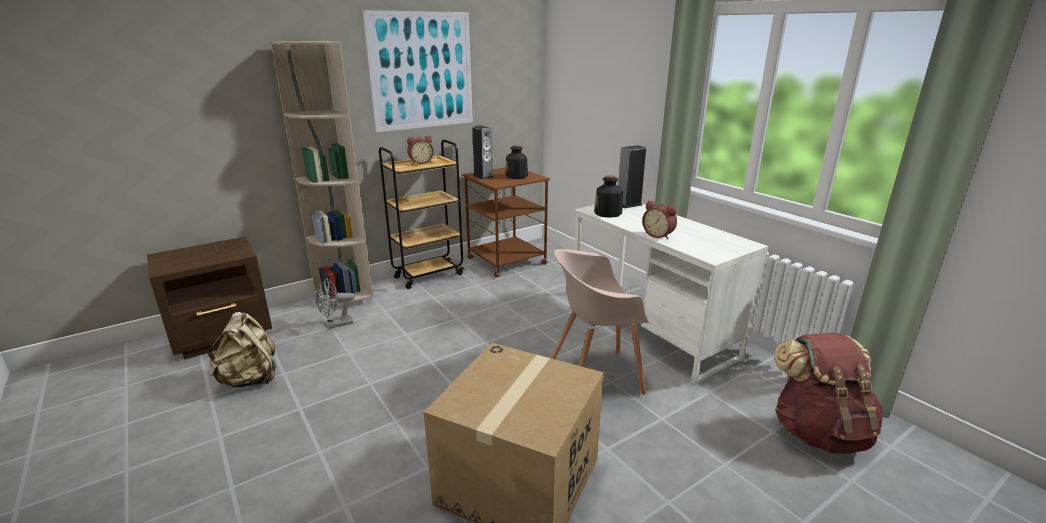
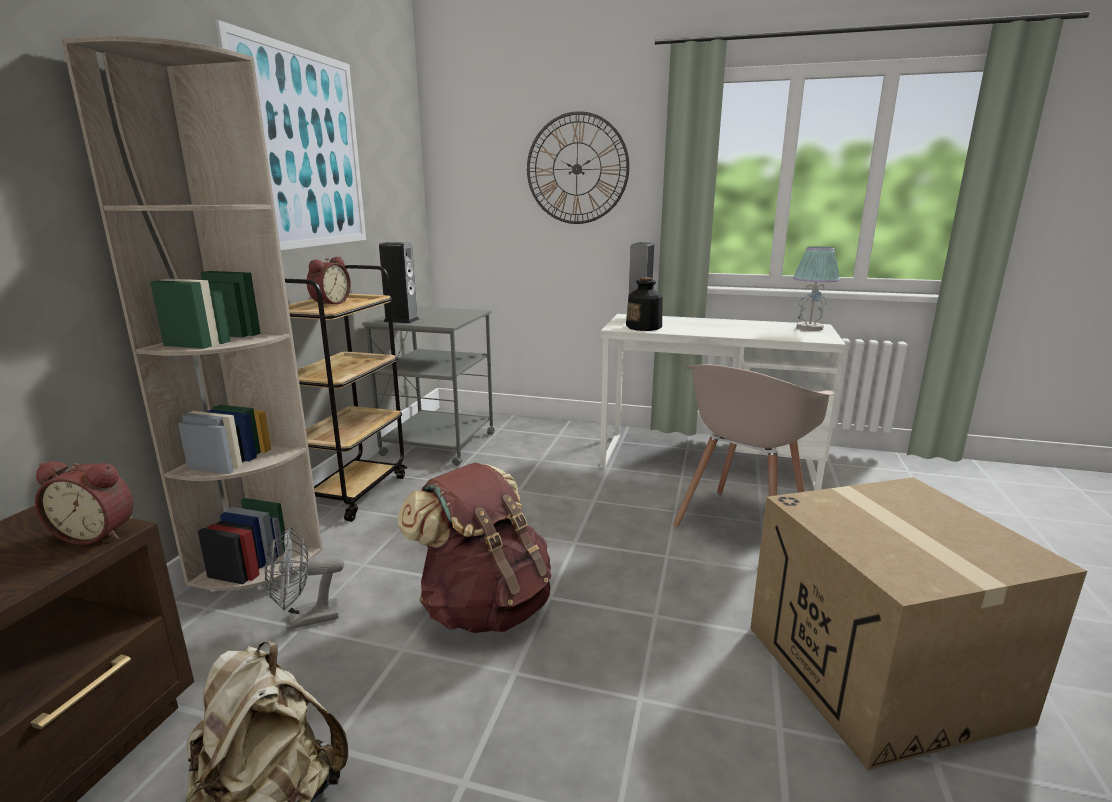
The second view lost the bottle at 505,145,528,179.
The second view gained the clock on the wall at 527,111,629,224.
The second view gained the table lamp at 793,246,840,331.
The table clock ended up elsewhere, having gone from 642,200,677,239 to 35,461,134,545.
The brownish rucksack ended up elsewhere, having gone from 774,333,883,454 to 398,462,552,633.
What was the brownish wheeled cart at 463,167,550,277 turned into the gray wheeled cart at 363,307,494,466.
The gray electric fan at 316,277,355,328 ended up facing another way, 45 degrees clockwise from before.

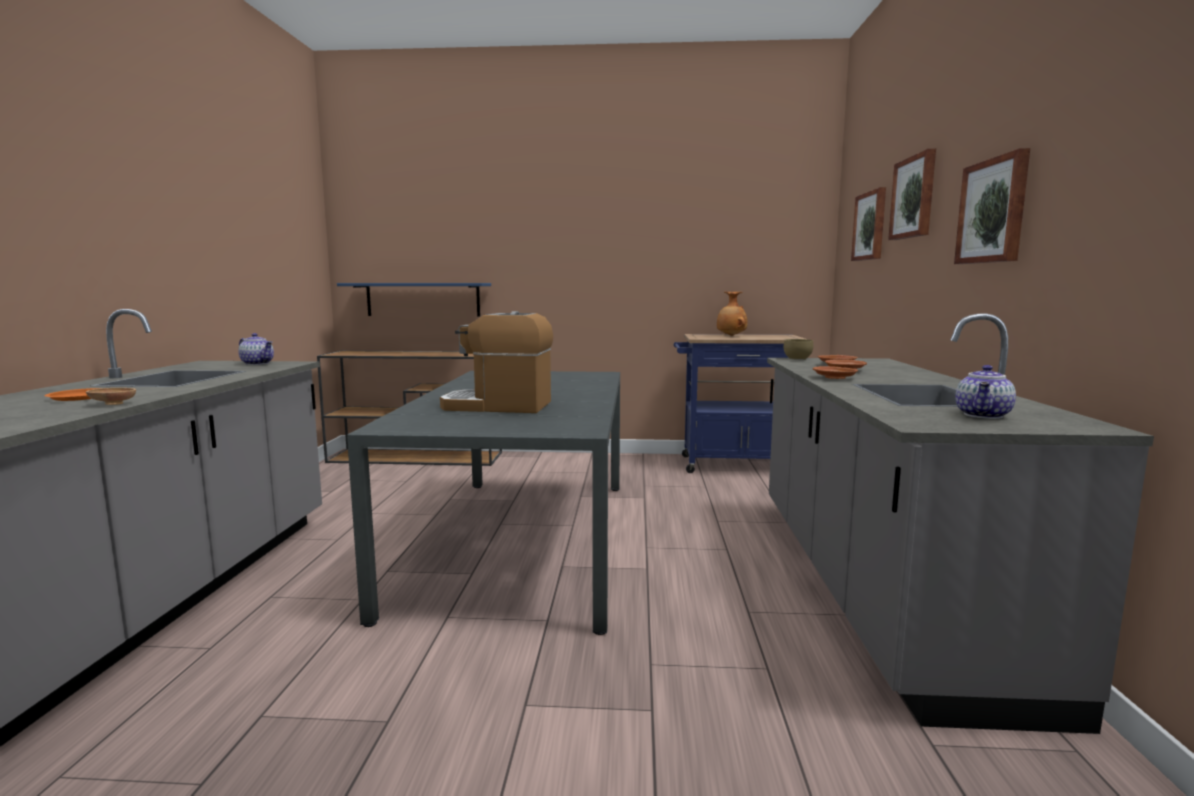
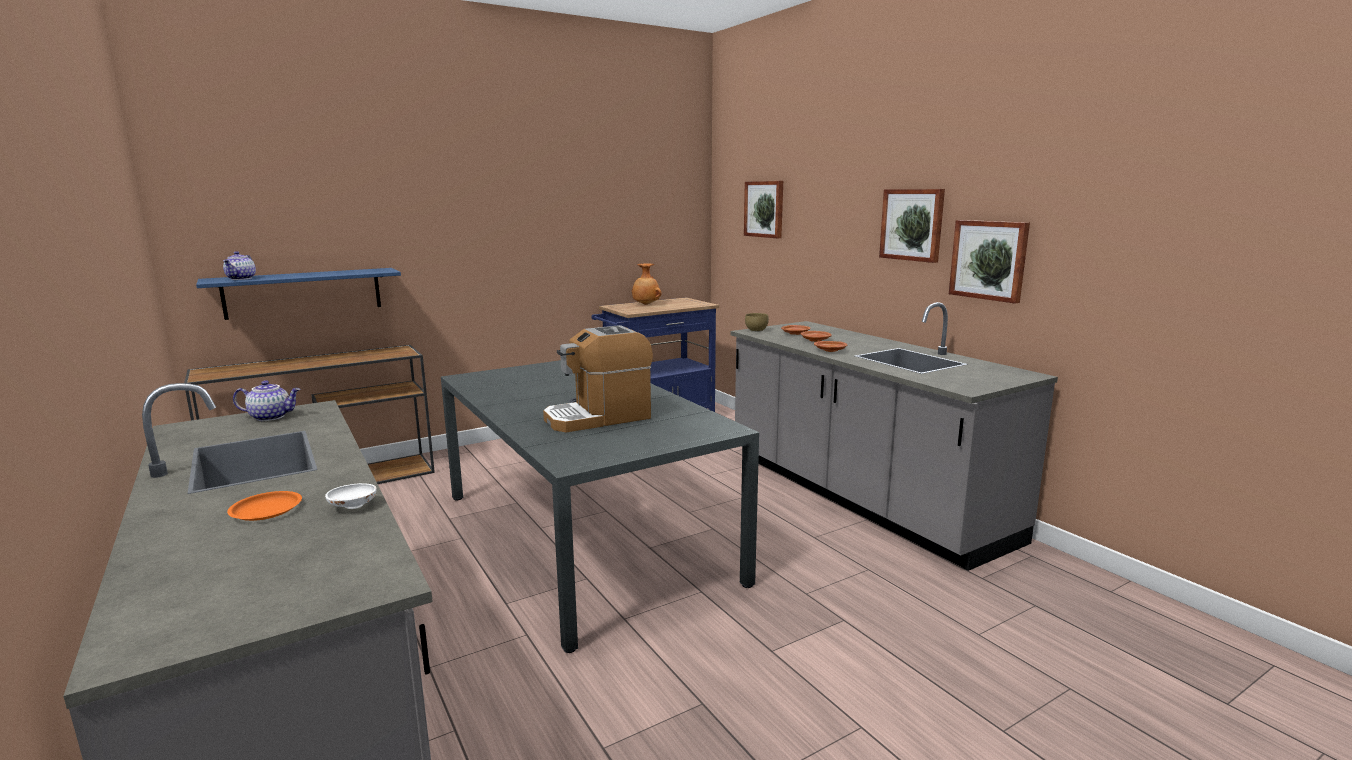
The wall picture ended up elsewhere, having gone from 888,149,936,240 to 949,220,1030,304.
The pot for tea ended up elsewhere, having gone from 955,365,1016,419 to 223,251,256,280.
What was the brownish bowl at 86,388,136,405 turned into the white-coloured bowl at 325,483,376,509.

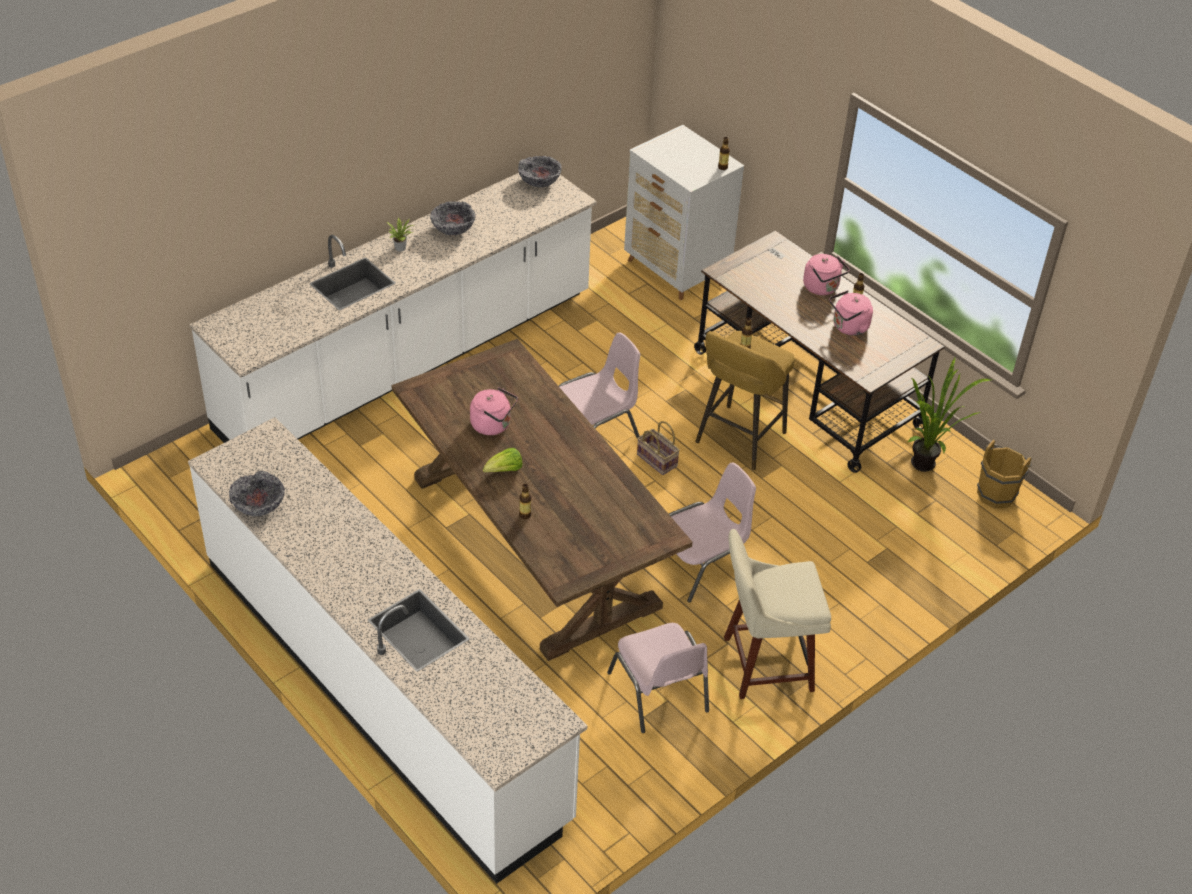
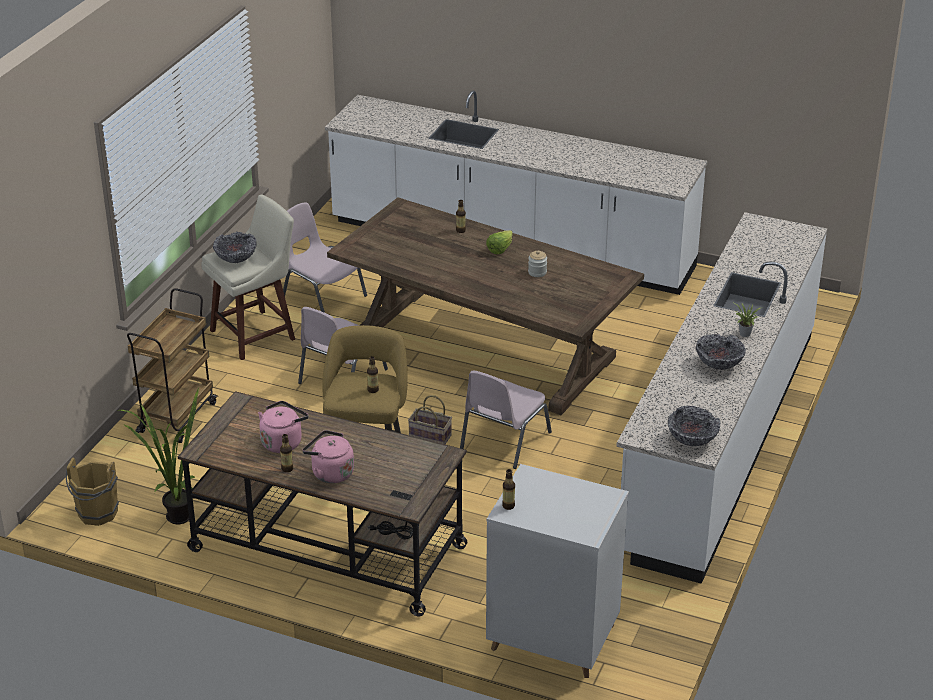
The second view gained the brownish wheeled cart at 127,288,218,443.
The bowl ended up elsewhere, having gone from 229,471,285,516 to 213,232,257,263.
Where the pink tea kettle stood at 470,387,518,435, the storage jar came to stand at 528,251,547,277.

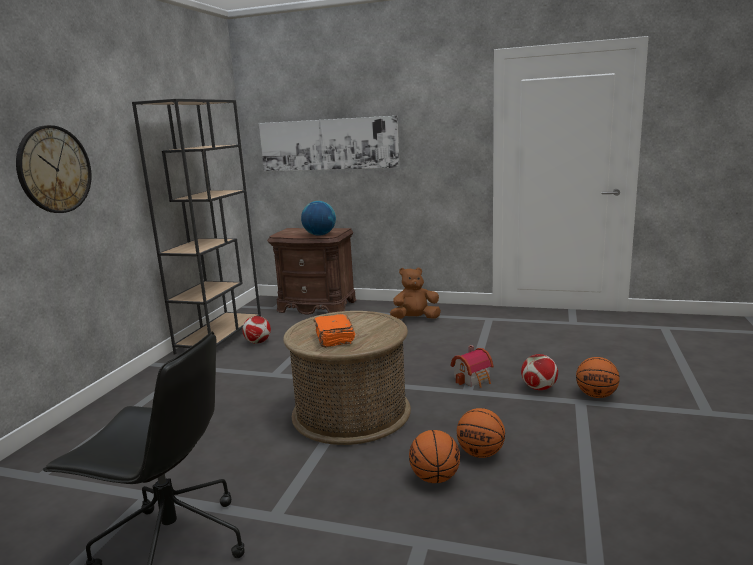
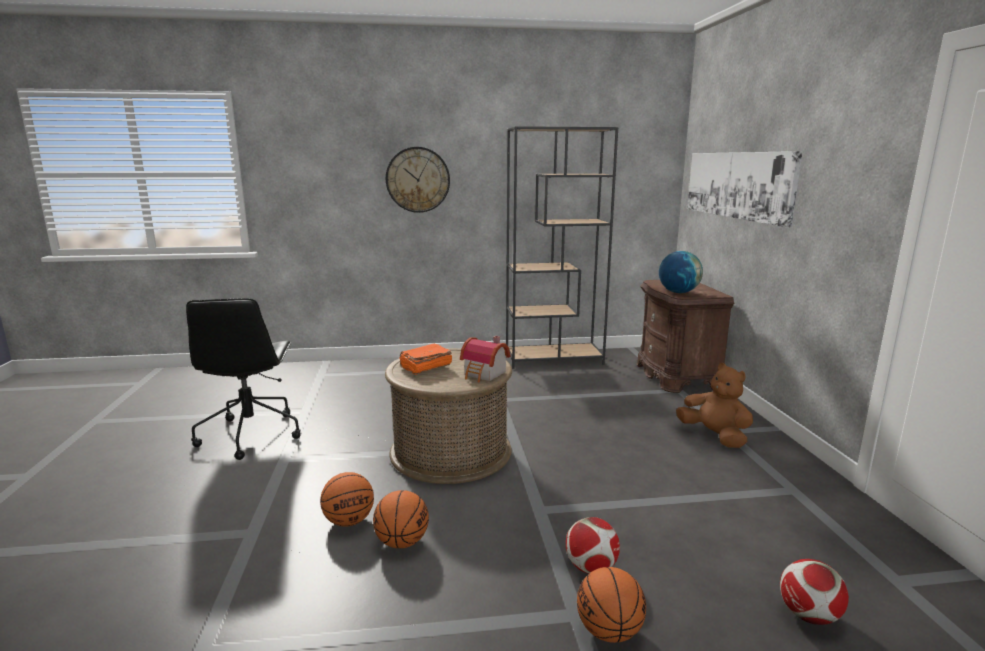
The ball for football ended up elsewhere, having gone from 242,316,271,344 to 780,559,849,625.
The model house ended up elsewhere, having gone from 451,345,494,388 to 460,336,510,383.

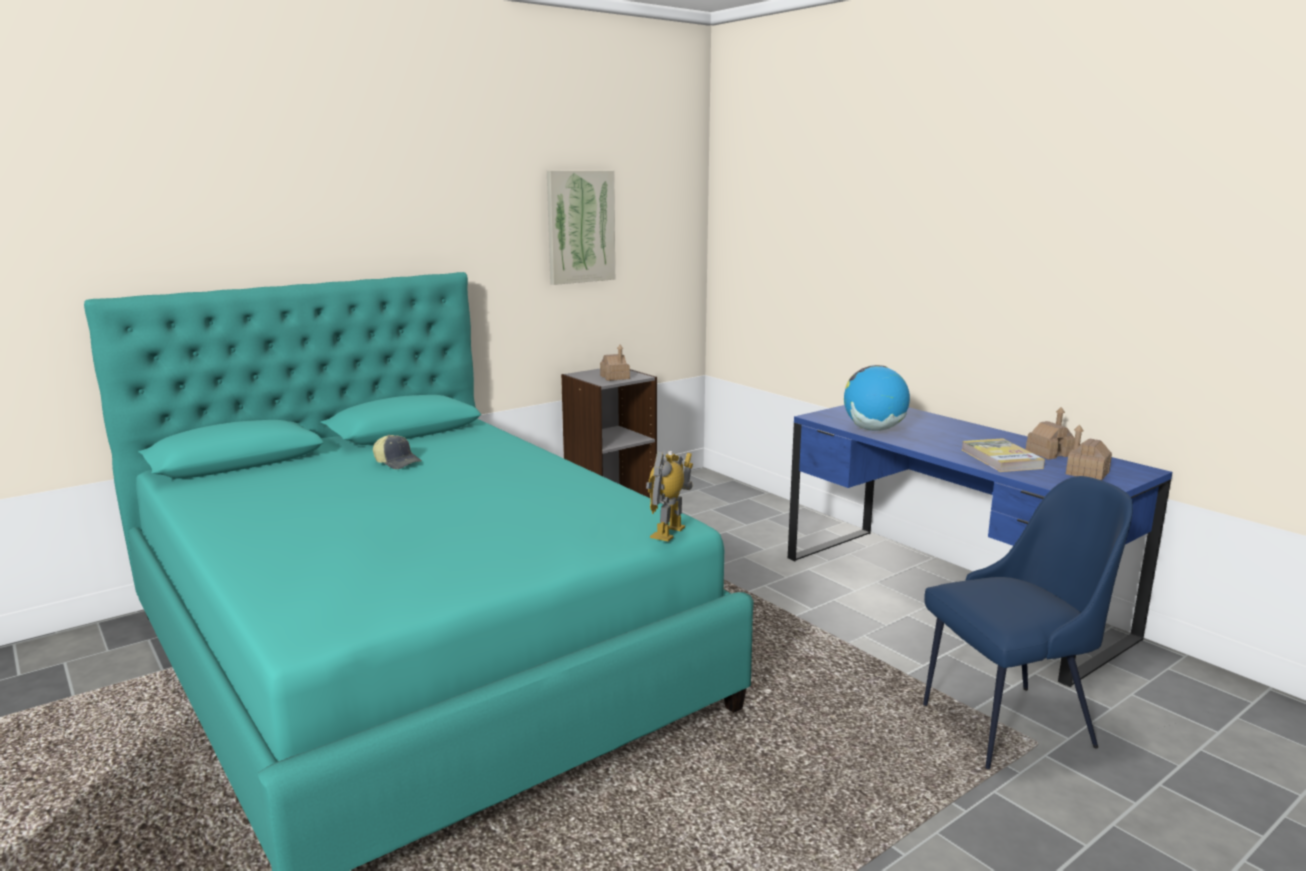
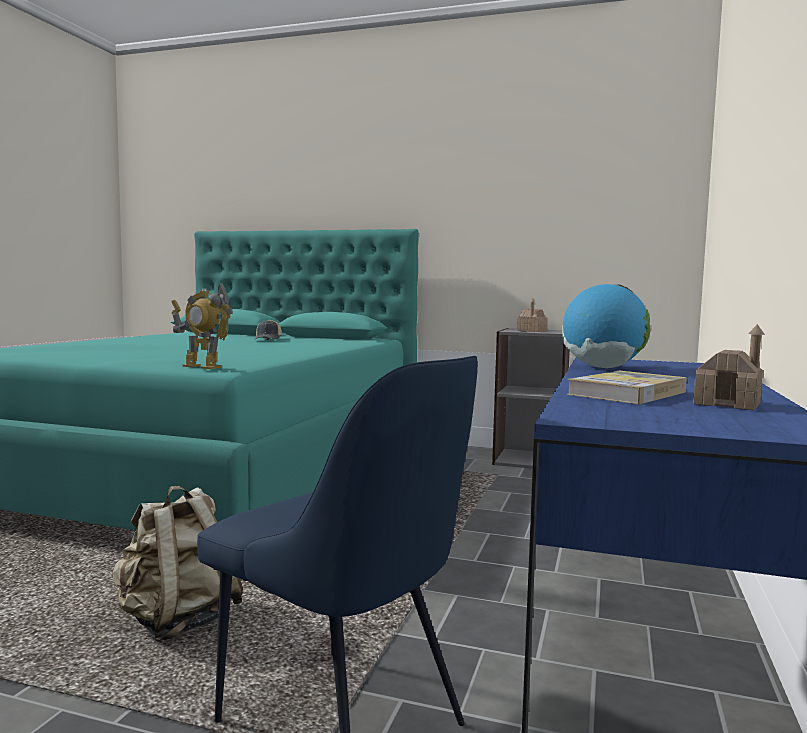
The second view lost the wall picture at 547,171,615,285.
The second view lost the model house at 1066,424,1112,480.
The second view gained the sand-coloured rucksack at 112,486,243,642.
The toy robot at 646,451,693,541 ended up facing another way, 150 degrees counterclockwise from before.

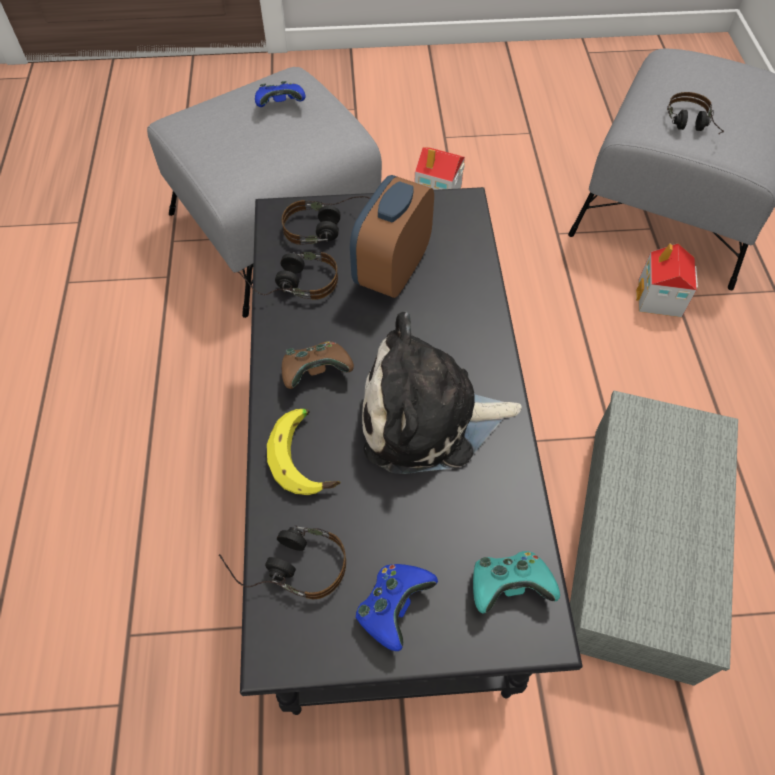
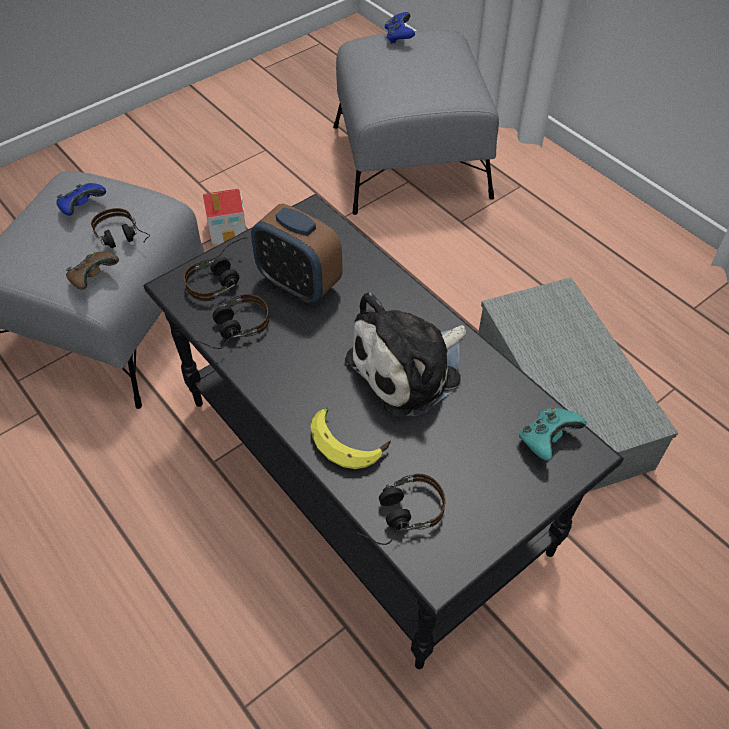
The second view lost the model house at 636,244,698,317.
The brownish gamepad ended up elsewhere, having gone from 282,341,354,389 to 66,252,119,290.
The bluish gamepad ended up elsewhere, having gone from 356,564,438,651 to 385,12,415,44.
The headphones ended up elsewhere, having gone from 667,92,724,134 to 91,208,150,248.
The table clock at 350,175,434,298 ended up facing another way, 45 degrees counterclockwise from before.

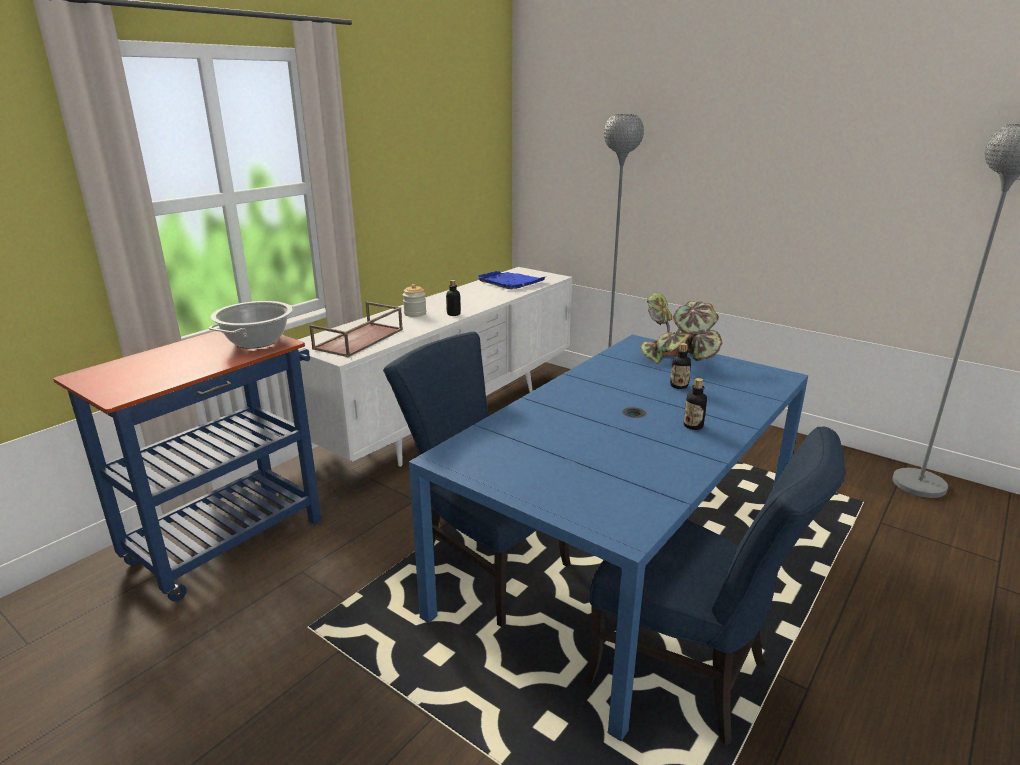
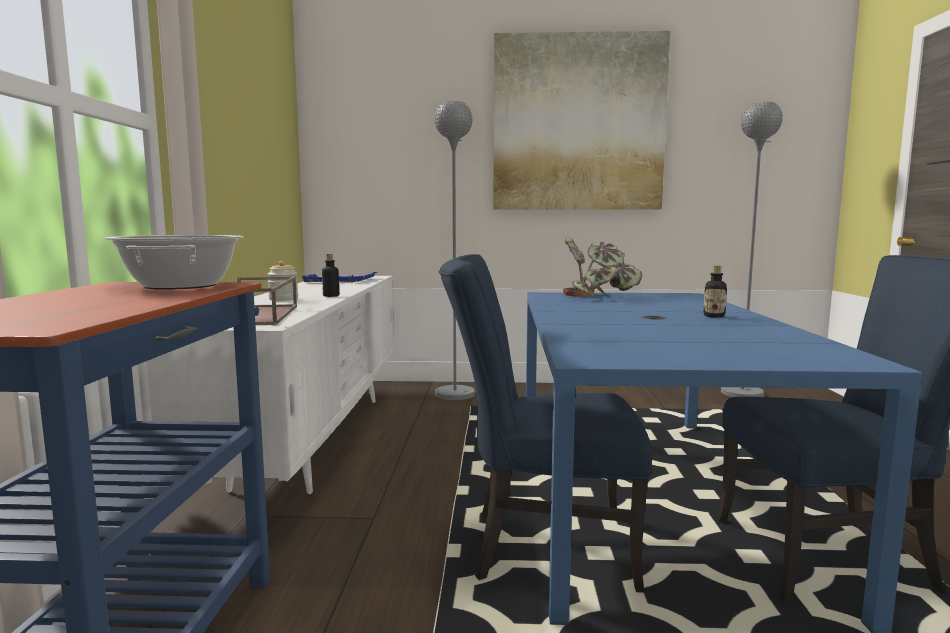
The second view lost the bottle at 670,343,691,389.
The second view gained the wall picture at 493,31,670,210.

